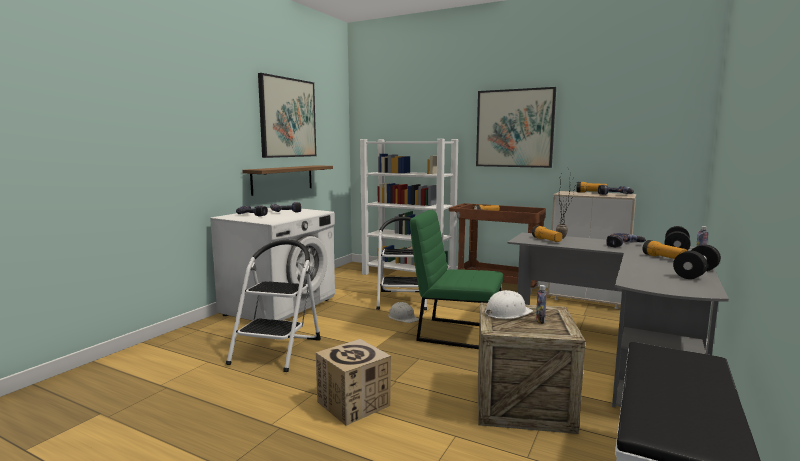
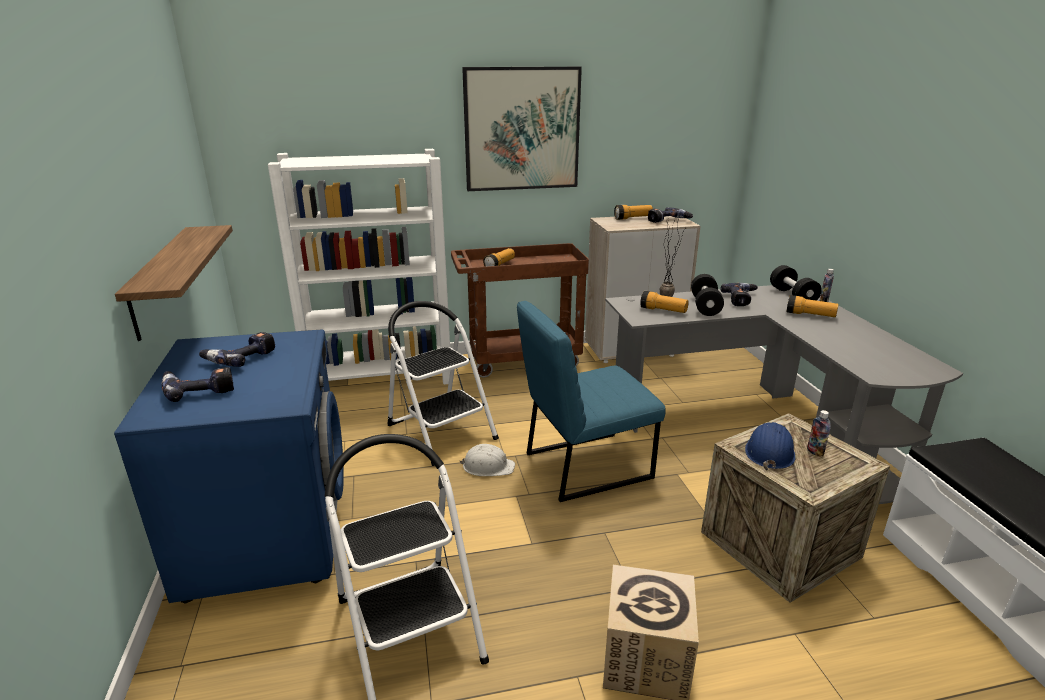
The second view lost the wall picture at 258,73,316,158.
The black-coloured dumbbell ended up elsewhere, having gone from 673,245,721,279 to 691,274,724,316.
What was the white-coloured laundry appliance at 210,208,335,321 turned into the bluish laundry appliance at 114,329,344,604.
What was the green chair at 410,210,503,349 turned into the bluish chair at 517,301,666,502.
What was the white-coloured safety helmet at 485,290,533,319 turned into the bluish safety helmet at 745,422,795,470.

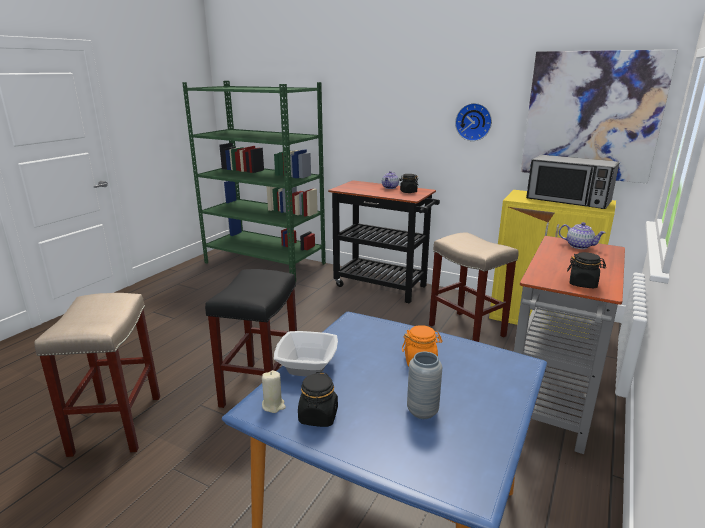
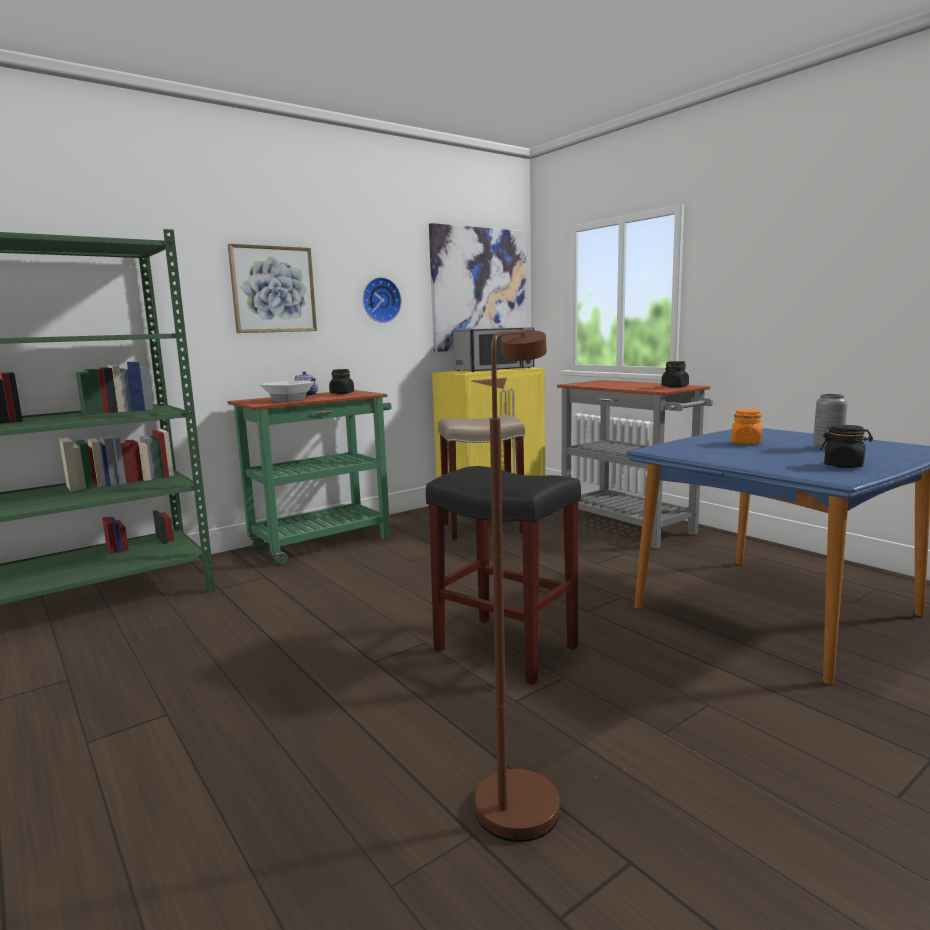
The second view lost the sand-coloured wax candle at 262,370,286,413.
The second view lost the pot for tea at 559,222,606,249.
The second view gained the wall picture at 228,244,317,333.
The bowl ended up elsewhere, having gone from 274,331,338,377 to 260,381,314,402.
Where the sand-coloured stool stood at 34,293,160,457, the brownish standing lamp came to stand at 475,330,560,842.
What was the black-coloured wheeled cart at 328,180,440,303 turned into the green wheeled cart at 227,390,391,565.

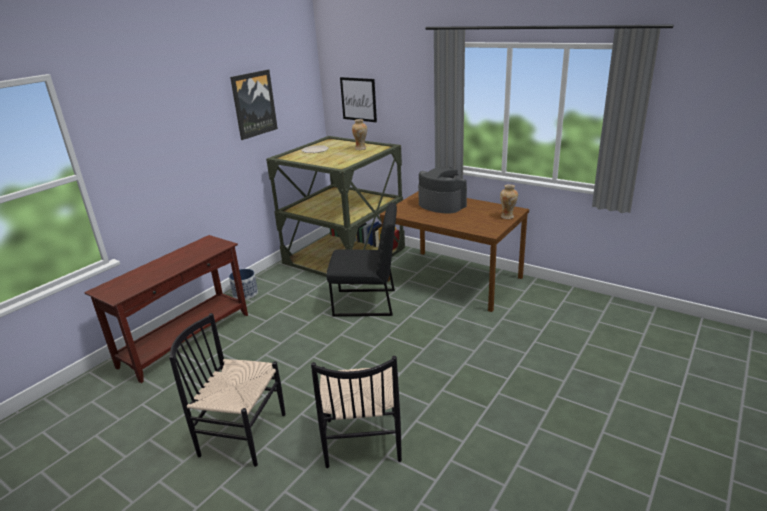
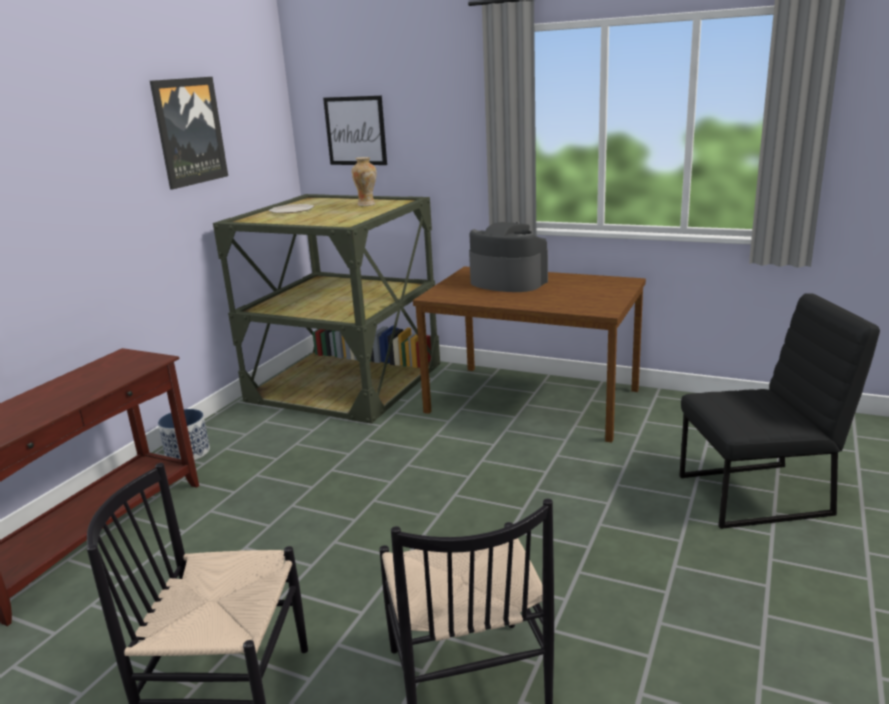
The second view lost the flower vase at 500,184,518,219.
The black-coloured chair ended up elsewhere, having gone from 326,203,397,317 to 679,293,880,529.

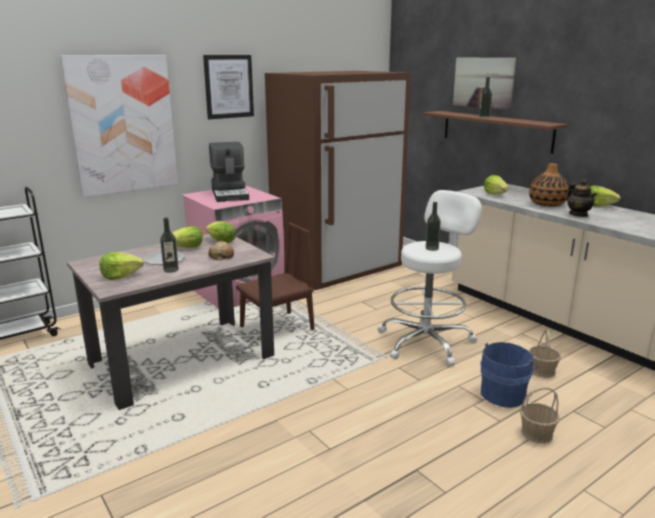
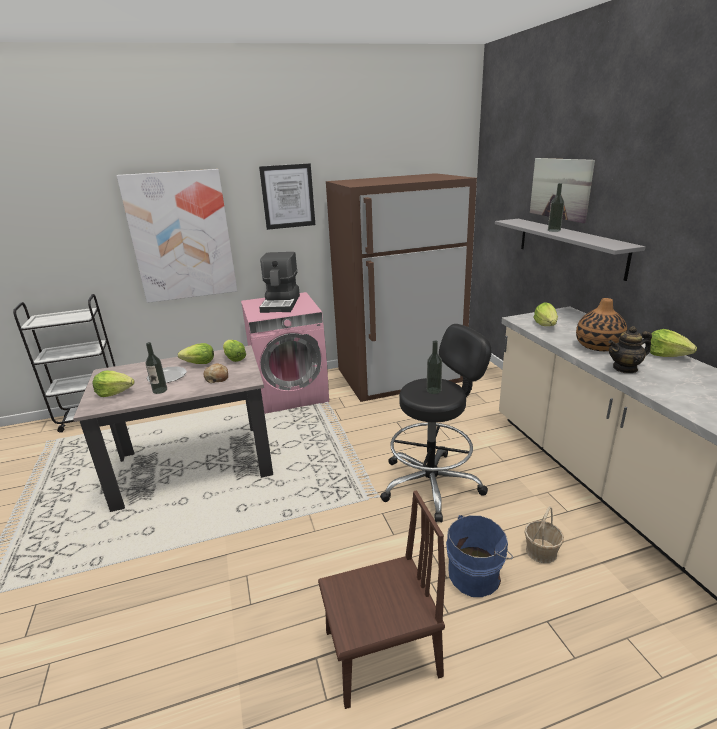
The second view lost the basket at 520,387,560,444.
The brownish chair ended up elsewhere, having gone from 236,223,315,330 to 318,490,445,709.
What was the white-coloured stool at 377,190,482,366 turned into the black-coloured stool at 380,324,492,522.
What was the brownish wall shelf at 423,111,568,154 turned into the gray wall shelf at 495,219,645,281.
The pot for tea at 566,179,597,217 ended up facing another way, 75 degrees clockwise from before.

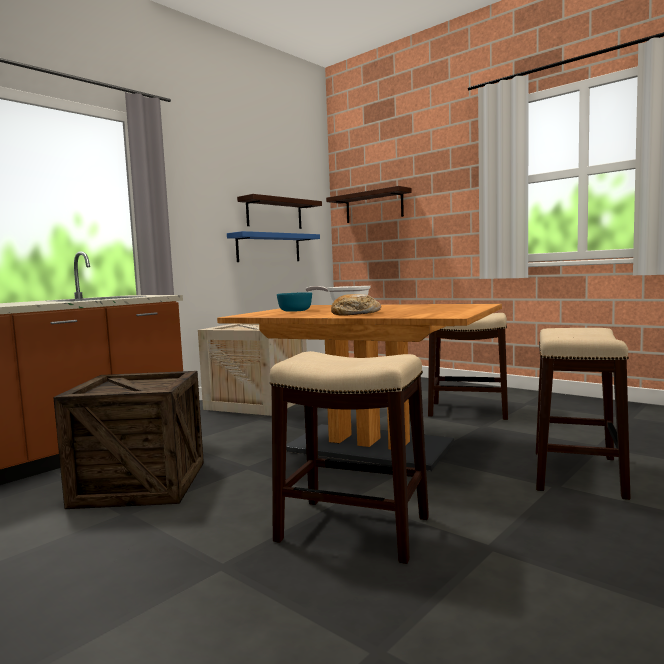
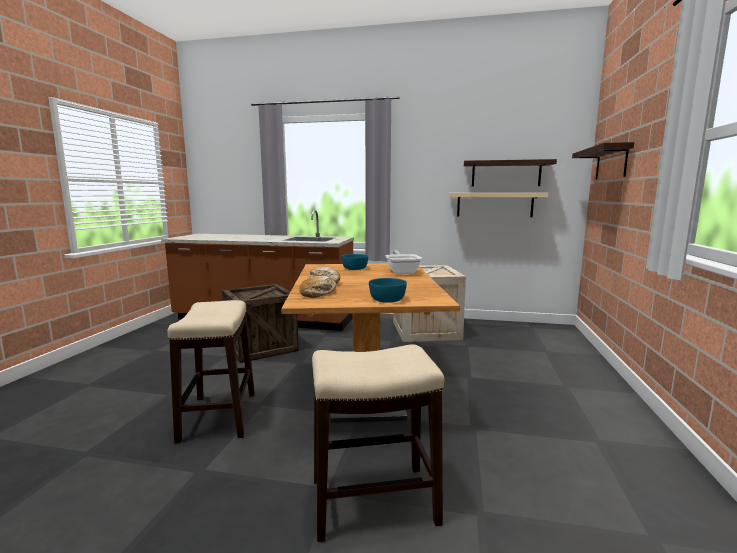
The second view lost the stool at 428,313,508,420.
The second view gained the bakery bread at 299,276,337,298.
The second view gained the blue-green bowl at 369,278,407,303.
What was the bluish wall shelf at 227,231,320,262 turned into the sand-coloured wall shelf at 449,193,548,217.

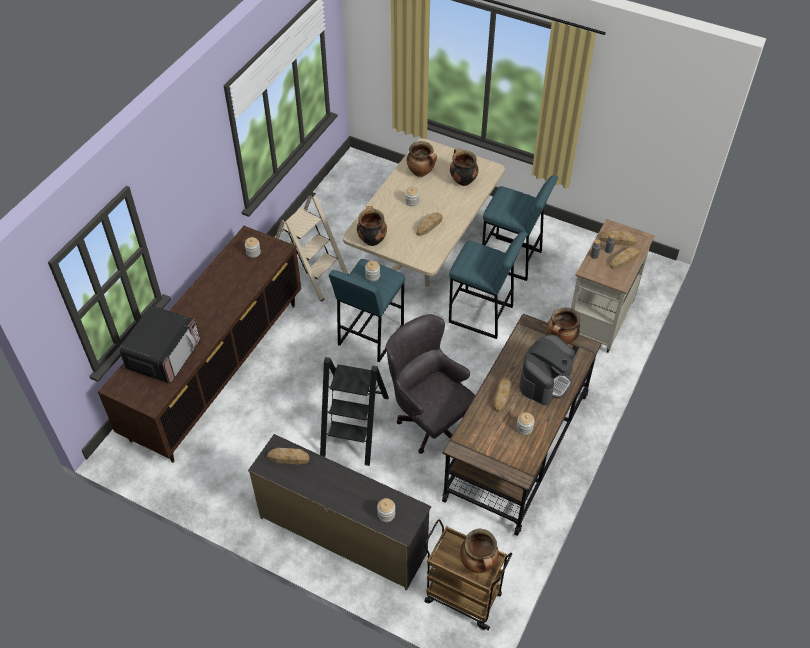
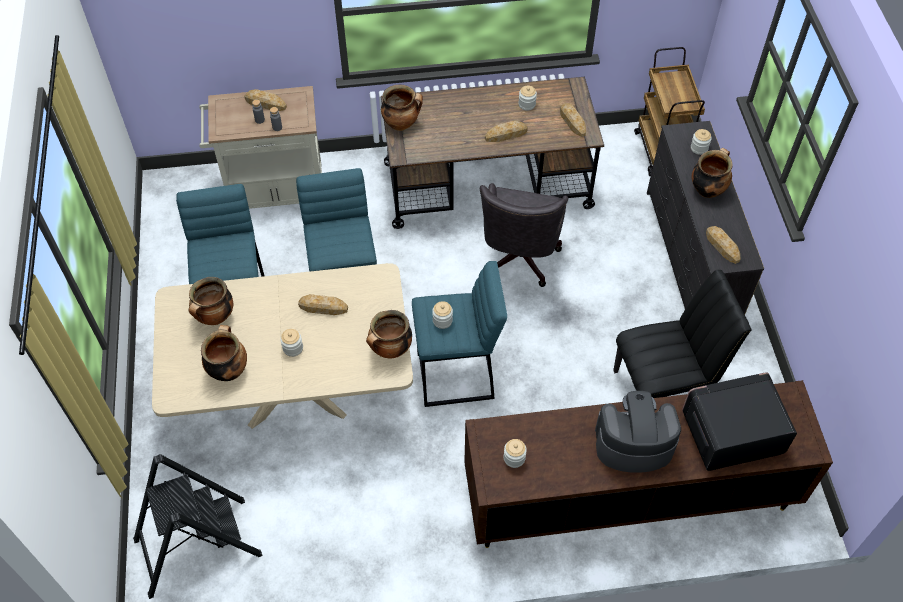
The second view lost the sand-coloured stepladder at 275,192,349,302.
The second view gained the black-coloured chair at 613,270,752,398.
The black-coloured stepladder ended up elsewhere, having gone from 320,357,389,466 to 133,454,262,599.
The stockpot ended up elsewhere, having gone from 460,529,499,573 to 692,148,733,198.
The coffee machine ended up elsewhere, having gone from 519,335,575,405 to 595,391,681,472.
The bakery bread ended up elsewhere, having gone from 600,230,637,246 to 560,103,586,137.

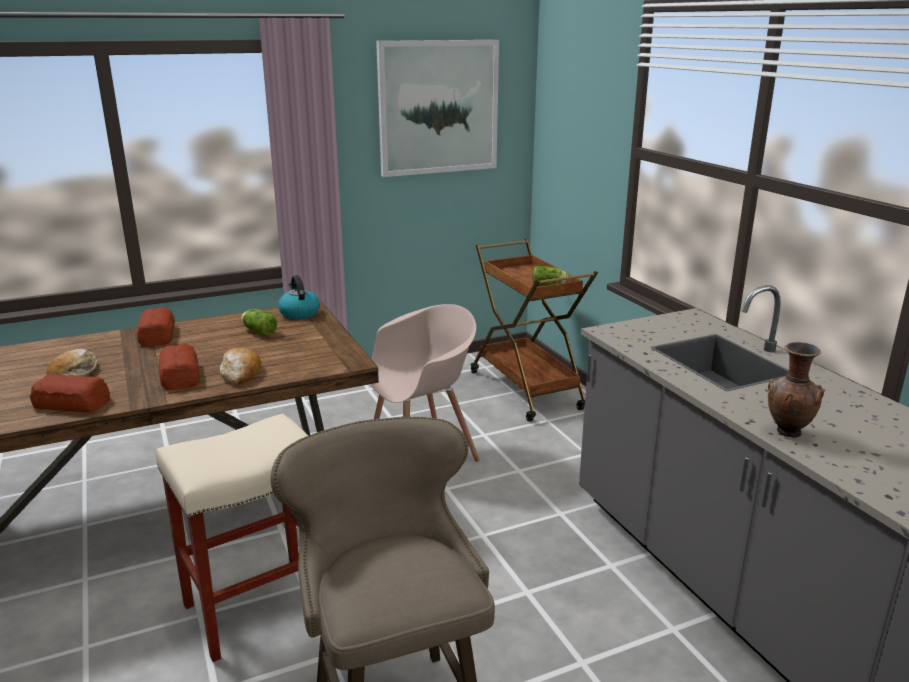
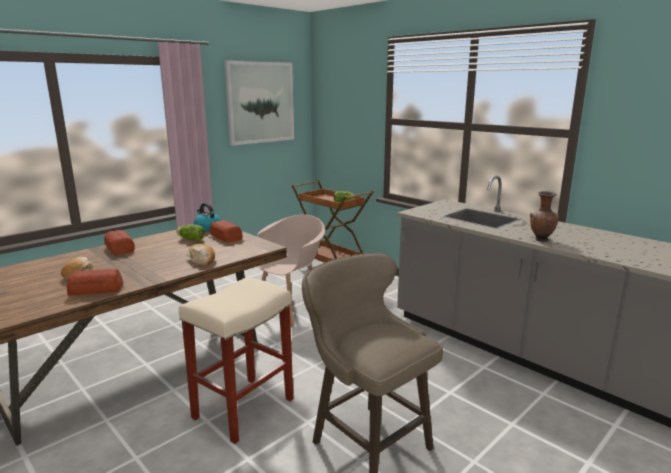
The bakery bread ended up elsewhere, having gone from 159,344,200,390 to 210,220,243,242.

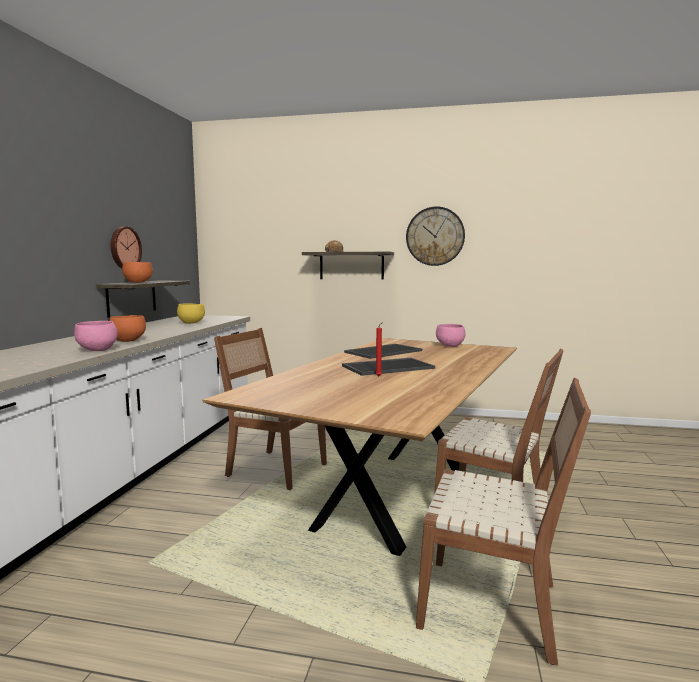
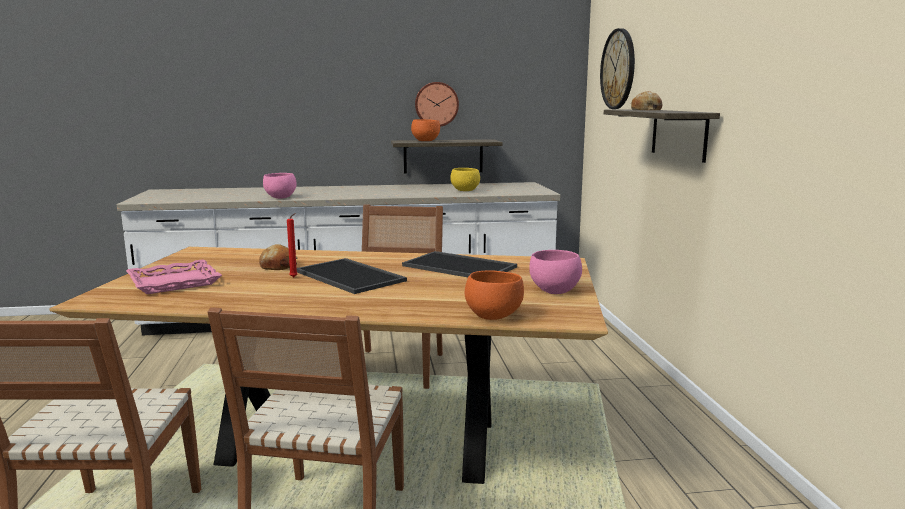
The second view gained the pink carrying tray at 126,259,222,294.
The second view gained the bakery bread at 259,244,298,270.
The orange-coloured bowl ended up elsewhere, having gone from 109,315,146,342 to 465,270,524,320.
The clock on the wall ended up elsewhere, having gone from 406,206,465,266 to 600,28,635,109.

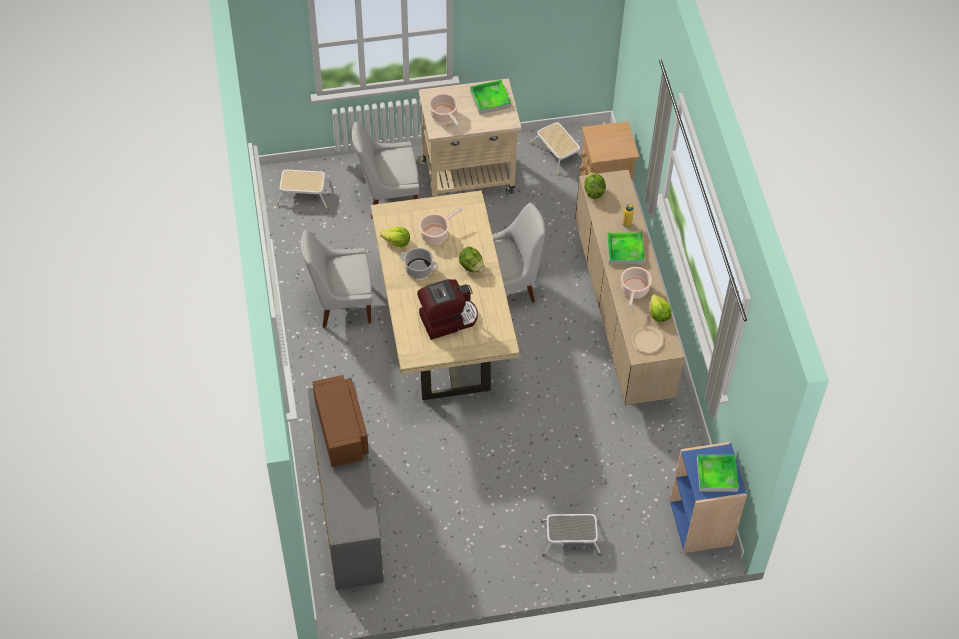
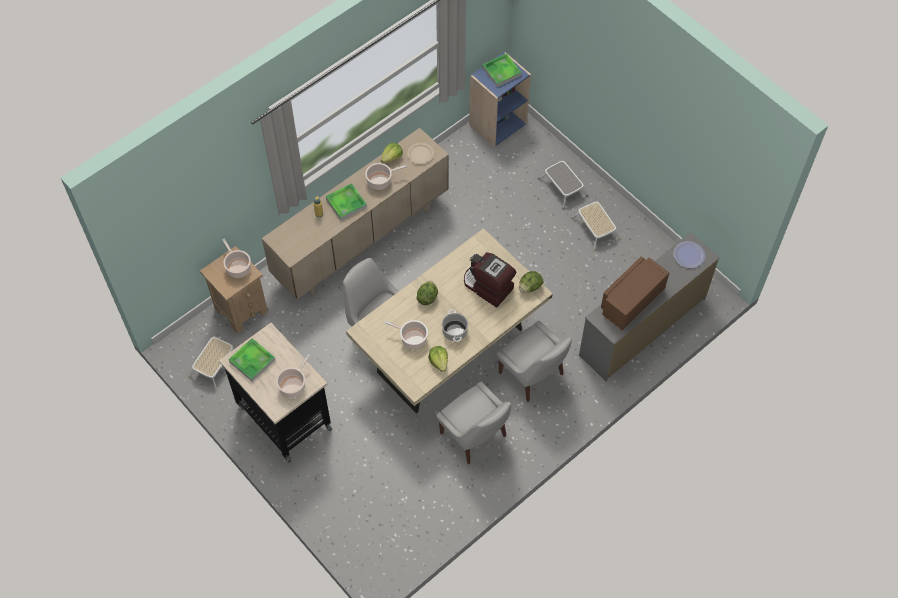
The second view gained the stockpot at 222,239,251,278.
The second view gained the flat dish at 673,241,705,268.
The sand-coloured stepladder ended up elsewhere, having gone from 276,170,331,208 to 571,202,621,252.
The white-coloured chair ended up elsewhere, having gone from 352,121,419,219 to 497,321,572,402.
The lettuce head ended up elsewhere, having gone from 584,173,606,199 to 519,271,543,293.
What was the sand-coloured wheeled cart at 419,78,521,197 turned into the black-coloured wheeled cart at 219,323,332,463.

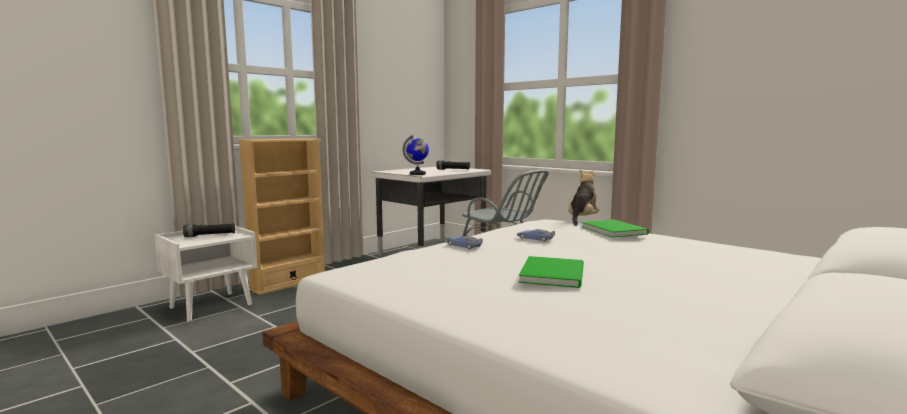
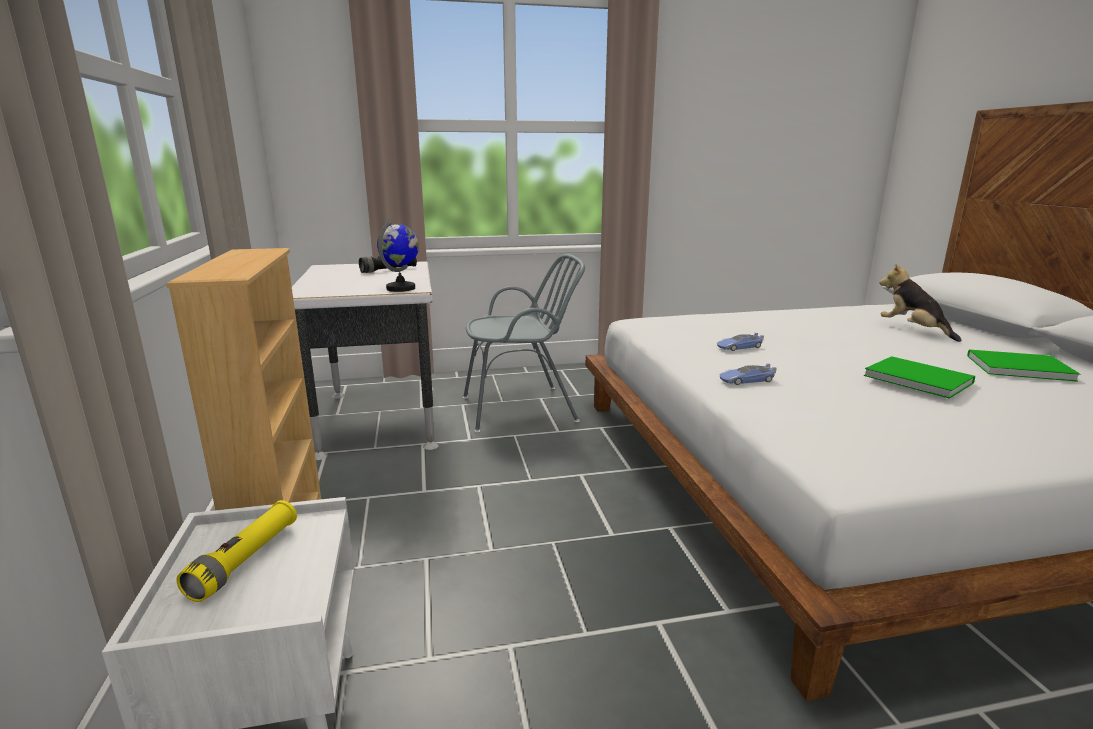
The plush toy ended up elsewhere, having gone from 568,170,600,226 to 880,264,961,342.
The green book ended up elsewhere, having gone from 582,220,649,237 to 967,350,1080,382.
What was the black-coloured flashlight at 183,223,235,237 turned into the yellow-coloured flashlight at 177,500,297,602.

